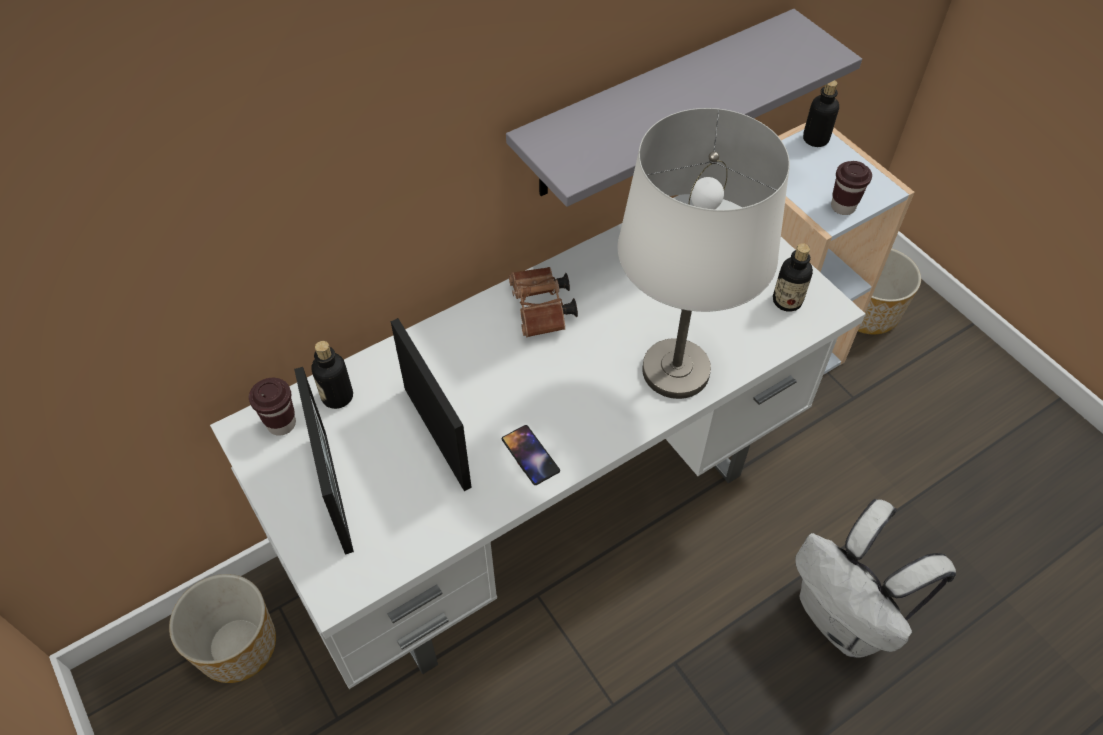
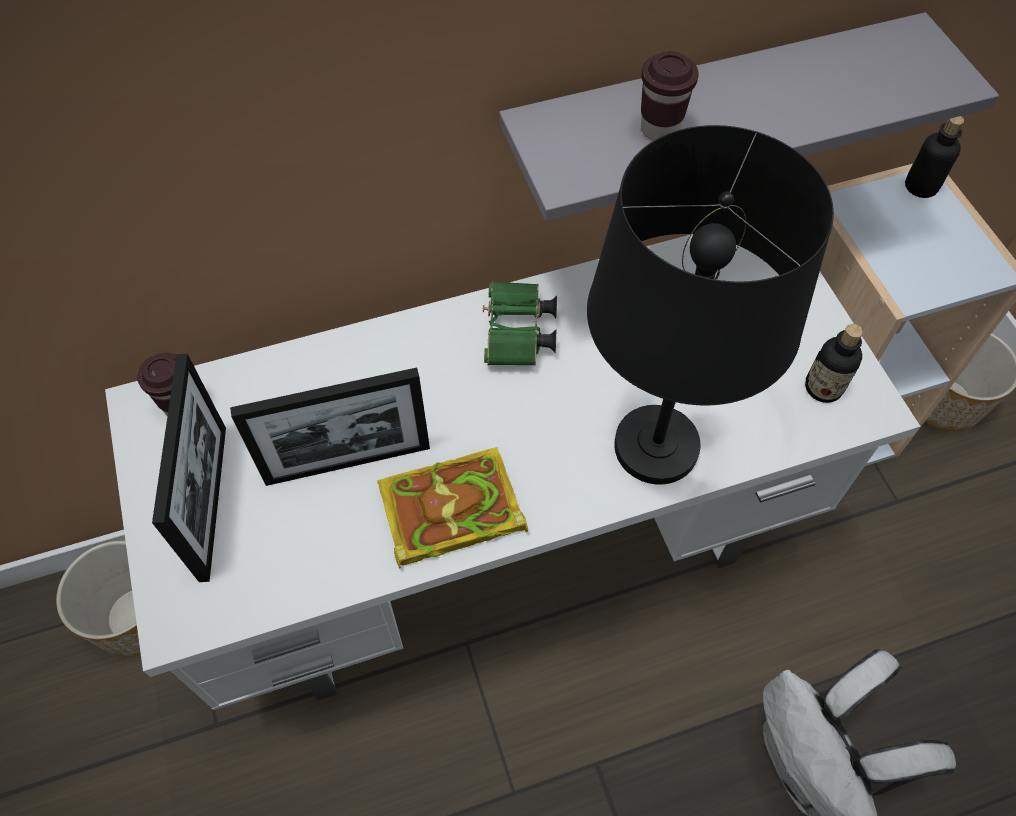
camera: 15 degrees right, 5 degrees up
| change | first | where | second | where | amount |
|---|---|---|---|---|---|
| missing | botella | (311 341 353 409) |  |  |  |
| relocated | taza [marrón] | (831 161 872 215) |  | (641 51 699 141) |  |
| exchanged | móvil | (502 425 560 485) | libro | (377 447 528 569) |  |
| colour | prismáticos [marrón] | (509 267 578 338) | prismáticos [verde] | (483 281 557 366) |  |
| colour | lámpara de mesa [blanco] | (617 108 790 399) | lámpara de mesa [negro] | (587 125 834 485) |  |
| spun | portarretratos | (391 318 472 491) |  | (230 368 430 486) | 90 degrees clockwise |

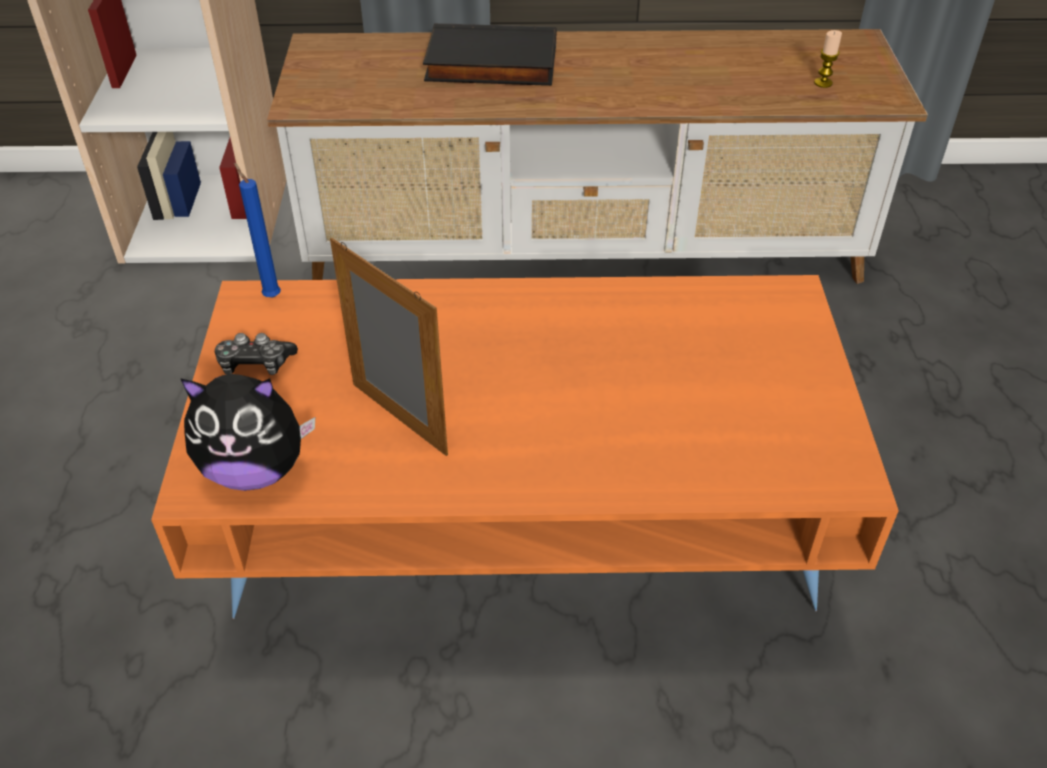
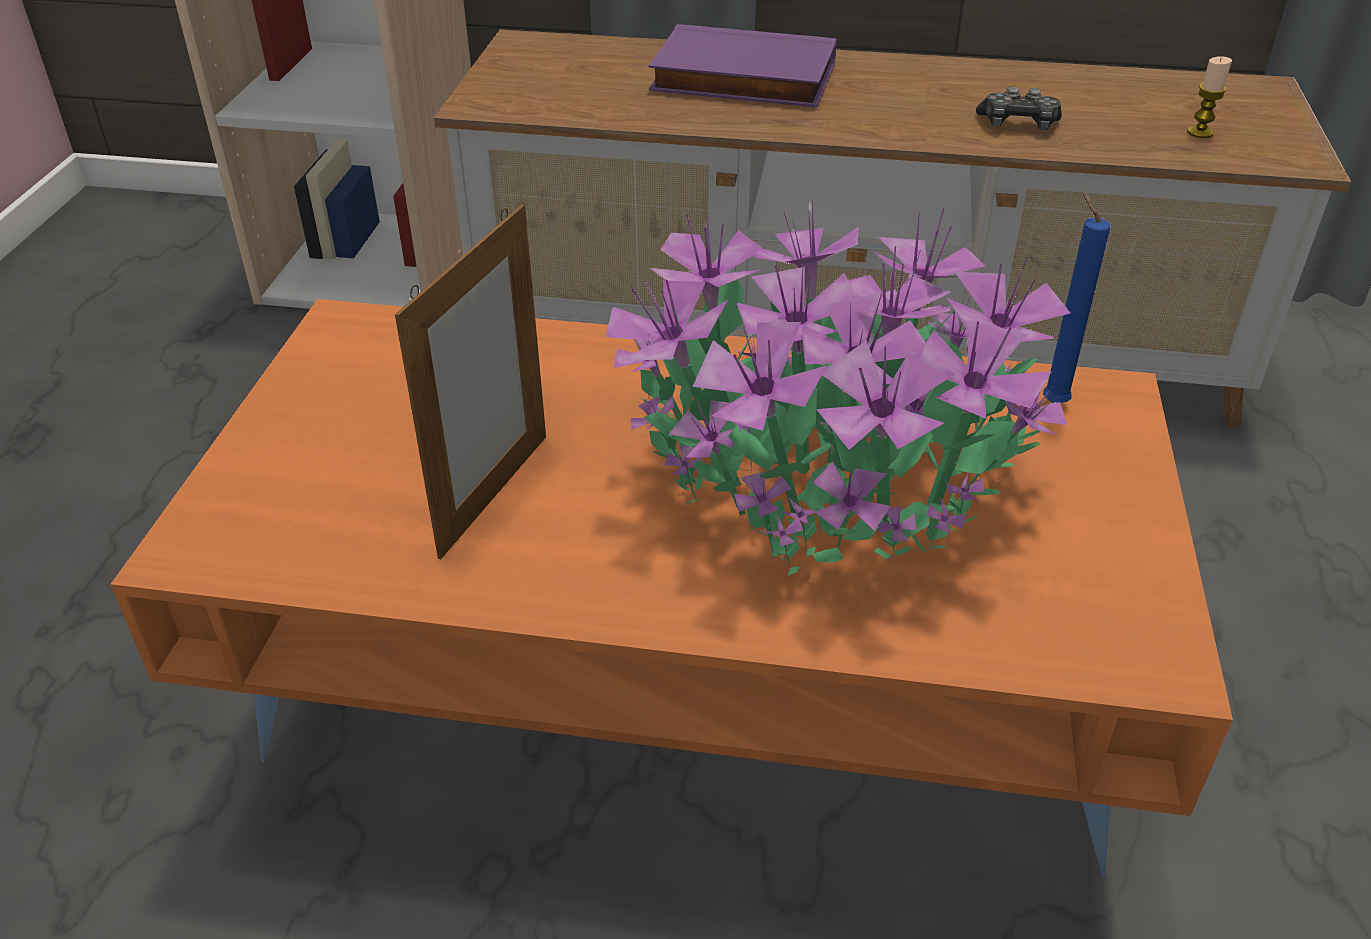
camera: 10 degrees right, 5 degrees down
| change | first | where | second | where | amount |
|---|---|---|---|---|---|
| missing | peluche | (180 374 315 491) |  |  |  |
| appeared |  |  | planta en maceta | (606 201 1070 576) |  |
| relocated | mando de consola | (215 333 298 375) |  | (976 86 1062 130) |  |
| relocated | vela [azul] | (234 162 281 298) |  | (1043 190 1111 403) |  |
| colour | libro [negro] | (423 23 556 86) | libro [morado] | (649 24 837 108) |  |
| spun | portarretratos | (330 238 448 456) |  | (395 204 546 559) | 60 degrees clockwise |

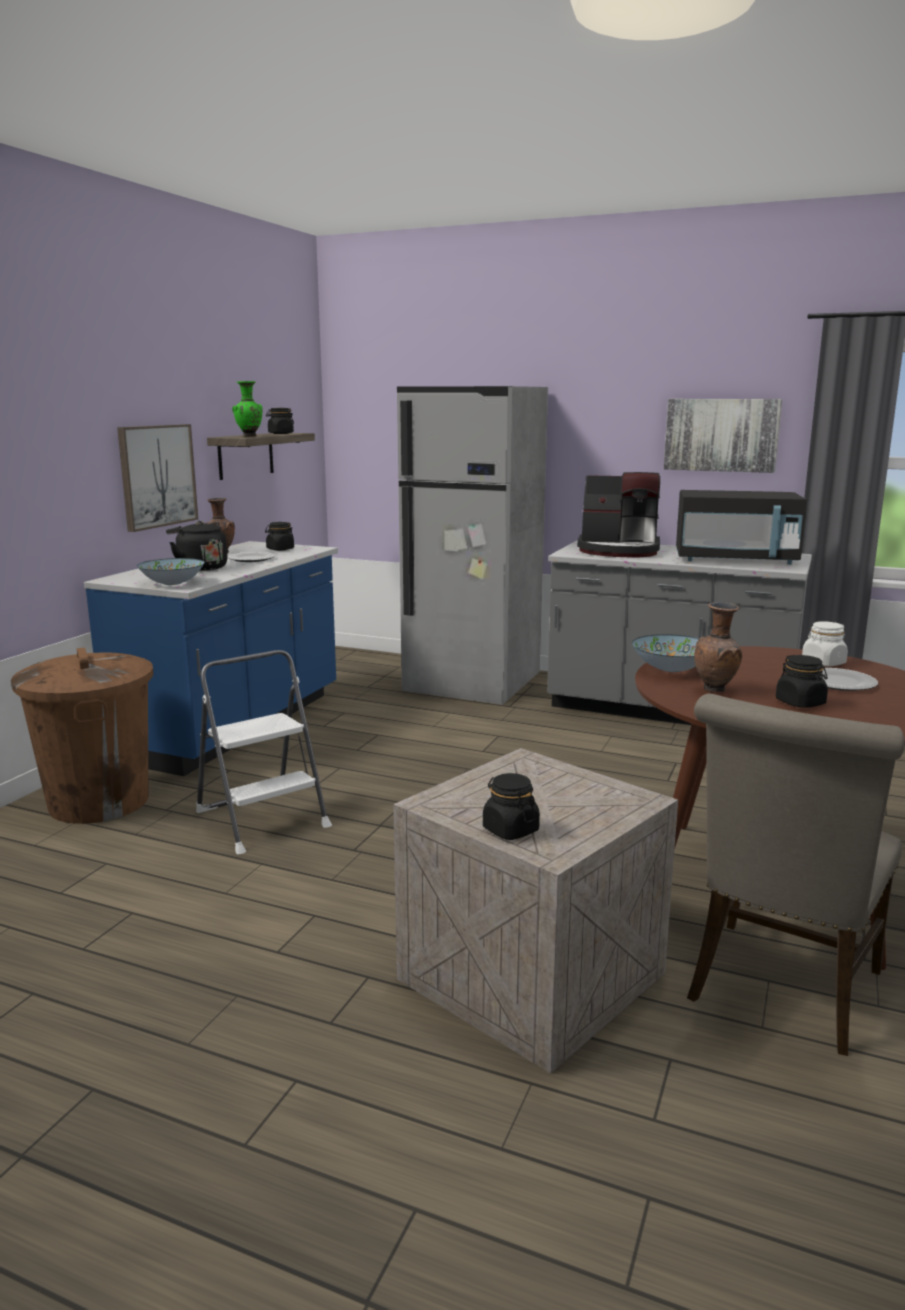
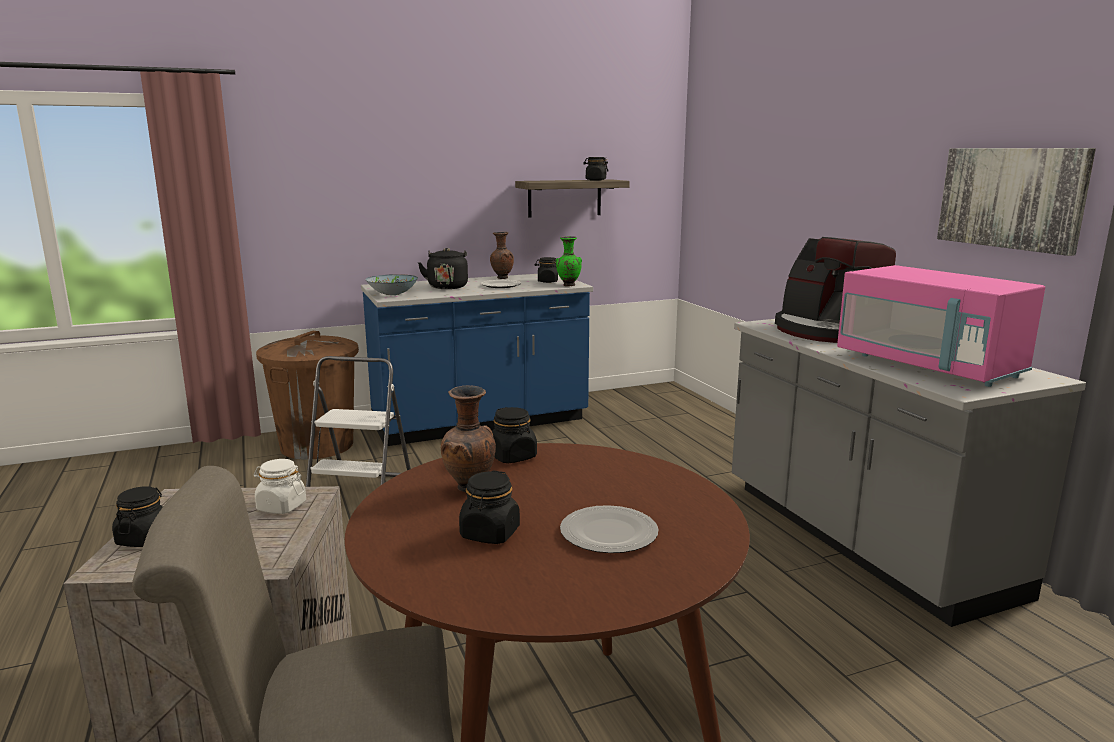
camera: 45 degrees right, 0 degrees up
| change | first | where | second | where | amount |
|---|---|---|---|---|---|
| missing | cuadro | (117 424 198 532) |  |  |  |
| missing | nevera [gris] | (397 386 548 705) |  |  |  |
| relocated | florero [verde] | (232 381 263 437) |  | (556 236 582 286) |  |
| relocated | tarro [blanco] | (802 621 848 666) |  | (254 459 306 514) |  |
| exchanged | cuenco | (632 634 700 672) | tarro [negro] | (492 407 537 463) |  |
| colour | microondas [negro] | (676 490 807 564) | microondas [rosa] | (837 265 1045 387) |  |

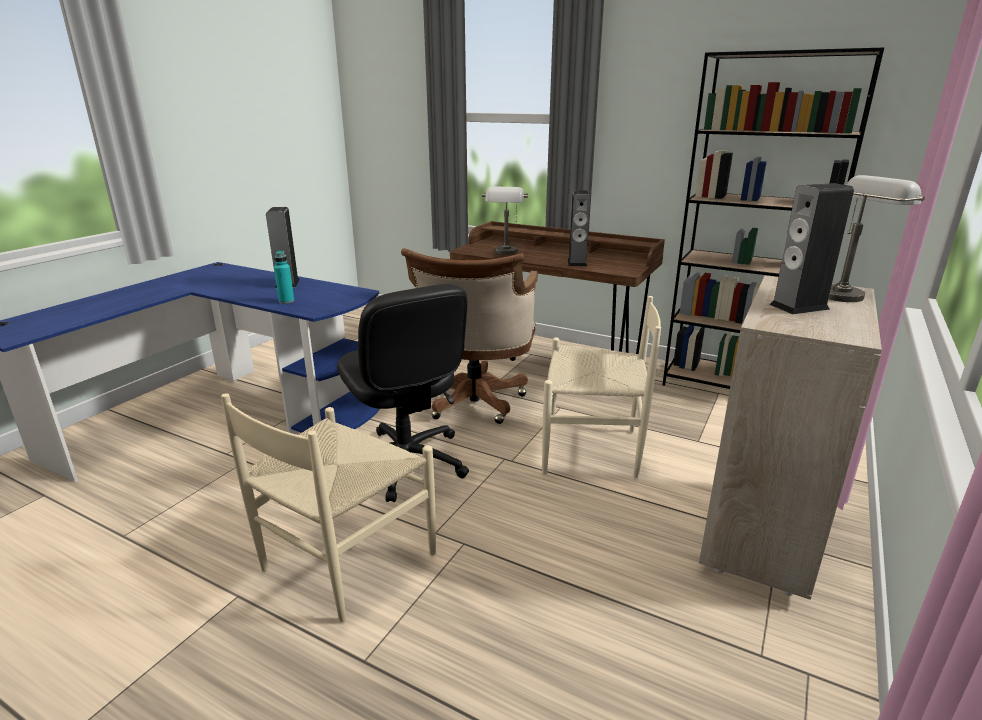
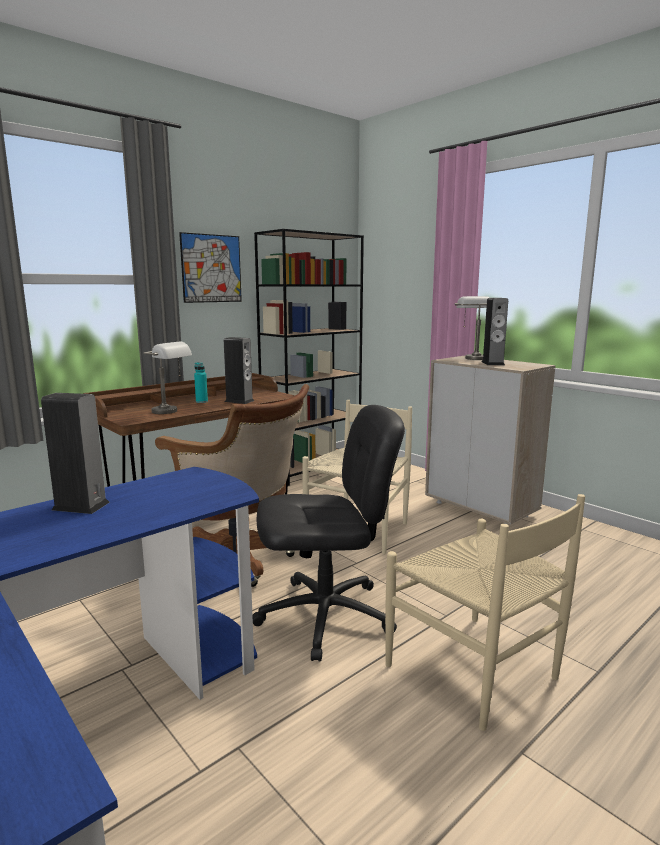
camera: 70 degrees left, 10 degrees down
| change | first | where | second | where | amount |
|---|---|---|---|---|---|
| appeared |  |  | cuadro | (179 232 242 303) |  |
| relocated | botella [turquesa] | (274 251 294 304) |  | (194 362 208 403) |  |

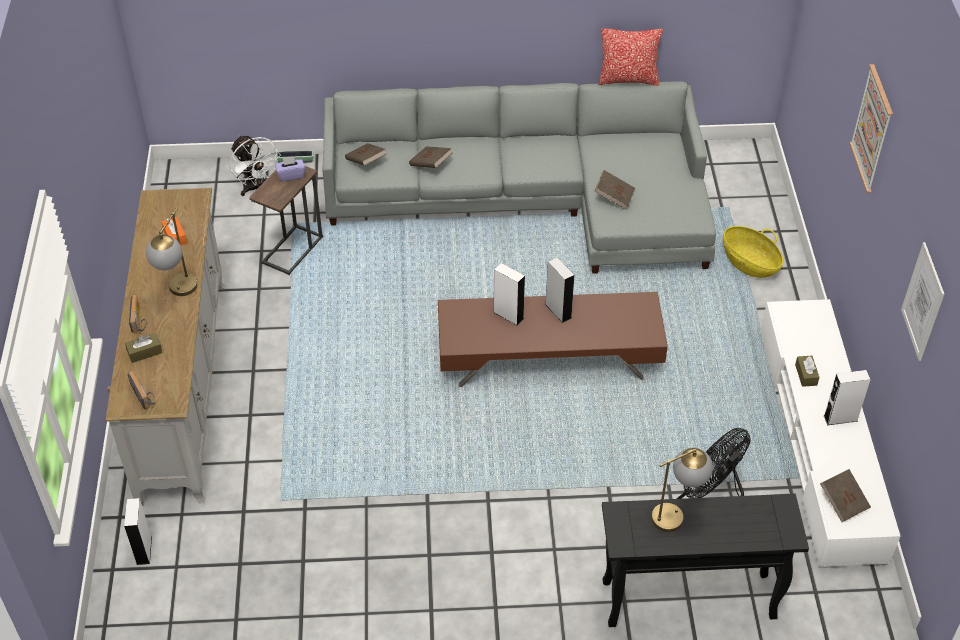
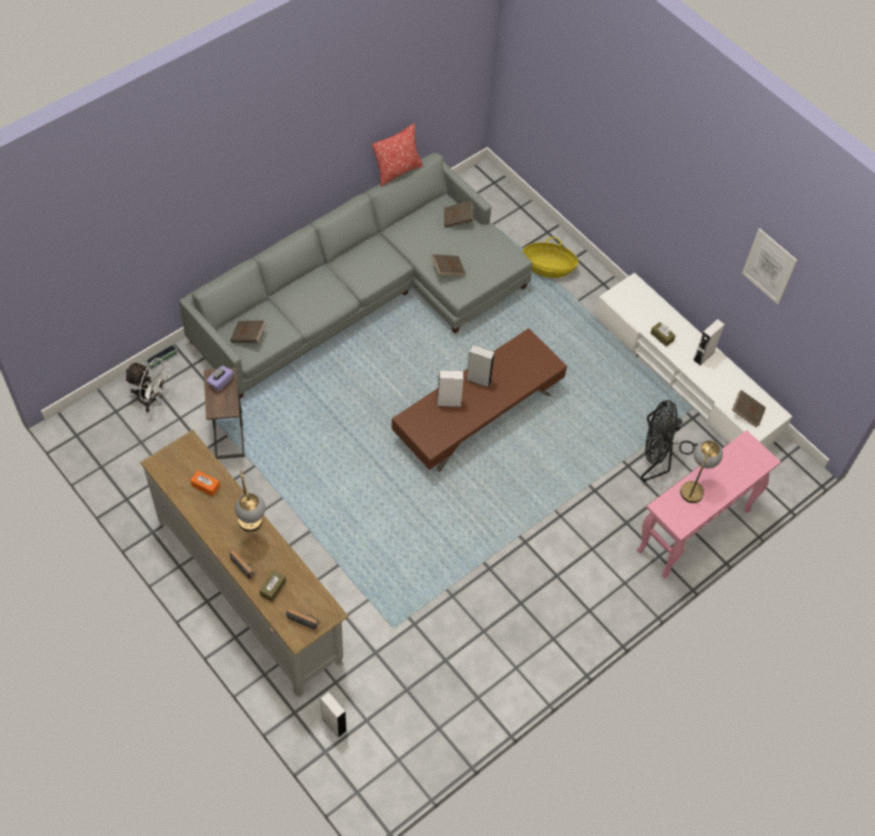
camera: 40 degrees left, 10 degrees up
| change | first | where | second | where | amount |
|---|---|---|---|---|---|
| missing | cuadro | (849 64 893 193) |  |  |  |
| relocated | libro [marrón] | (409 146 452 168) |  | (444 201 473 228) |  |
| colour | mesa consola [negro] | (602 493 809 627) | mesa consola [rosa] | (637 430 781 579) |  |

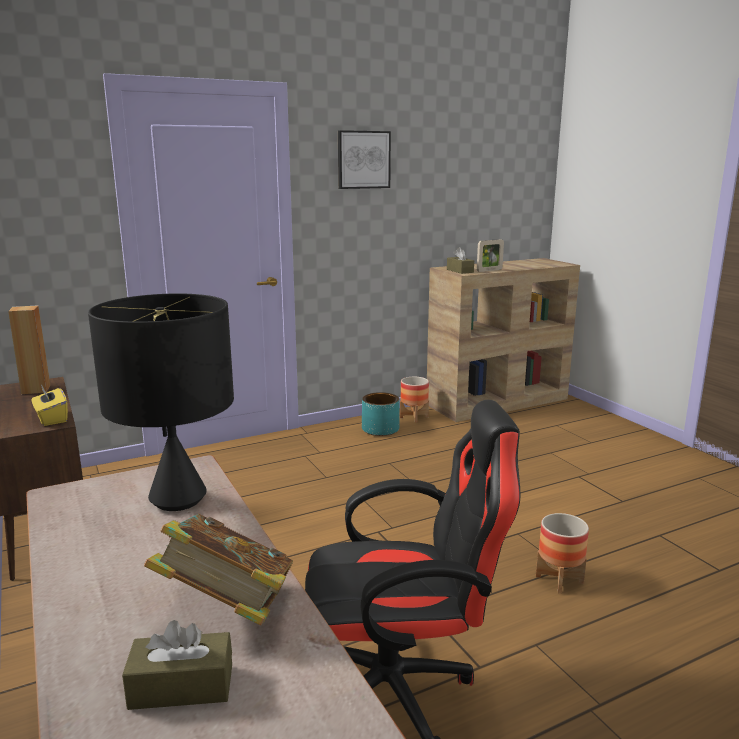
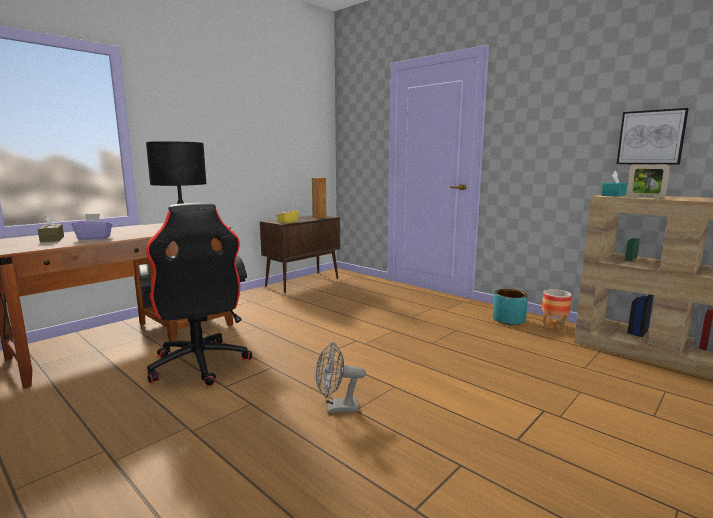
camera: 70 degrees right, 5 degrees down
| change | first | where | second | where | amount |
|---|---|---|---|---|---|
| relocated | cuadro | (338 130 391 189) |  | (617 108 689 165) |  |
| exchanged | libro | (144 514 293 625) | caja de pañuelos [morado] | (72 213 112 240) |  |
| exchanged | maceta | (536 513 589 594) | ventilador [gris] | (316 342 366 413) |  |
| colour | caja de pañuelos [marrón] | (447 247 474 274) | caja de pañuelos [turquesa] | (601 171 628 197) |  |

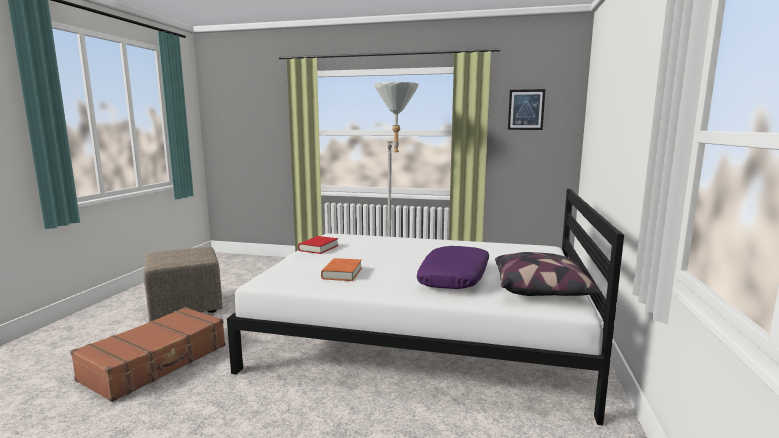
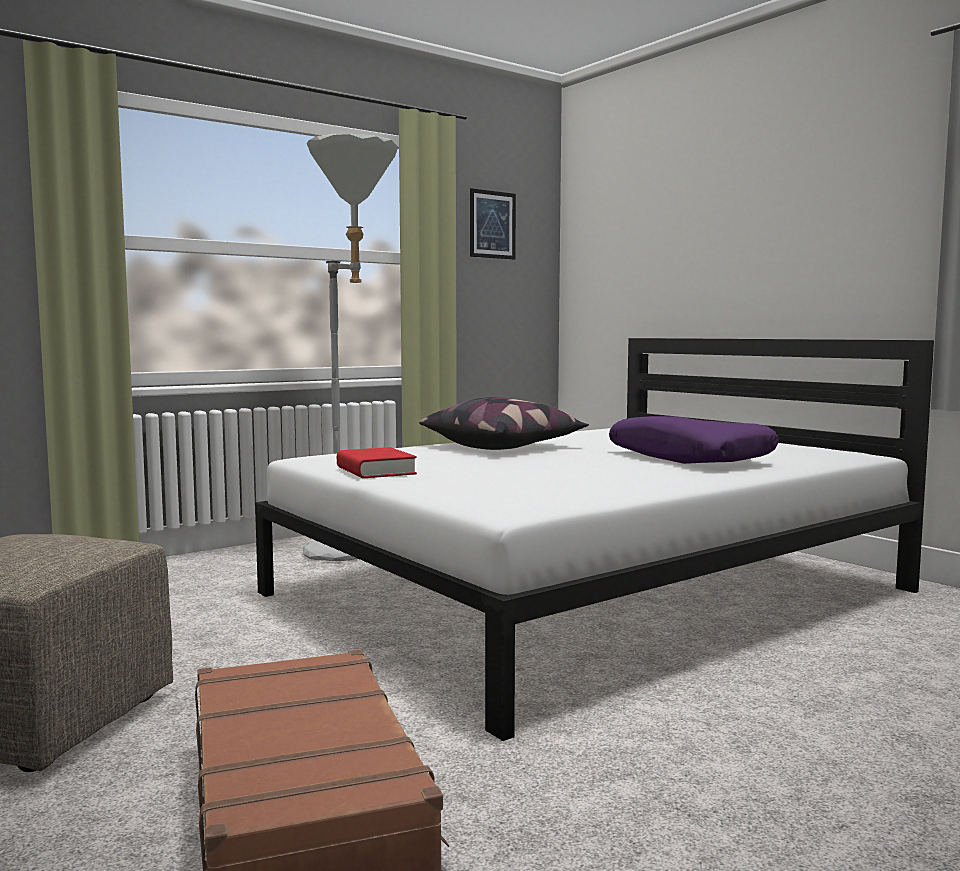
camera: 50 degrees left, 5 degrees down
| change | first | where | second | where | amount |
|---|---|---|---|---|---|
| missing | libro [naranja] | (321 258 362 281) |  |  |  |
| relocated | cojín | (495 252 602 296) |  | (419 397 589 450) |  |

